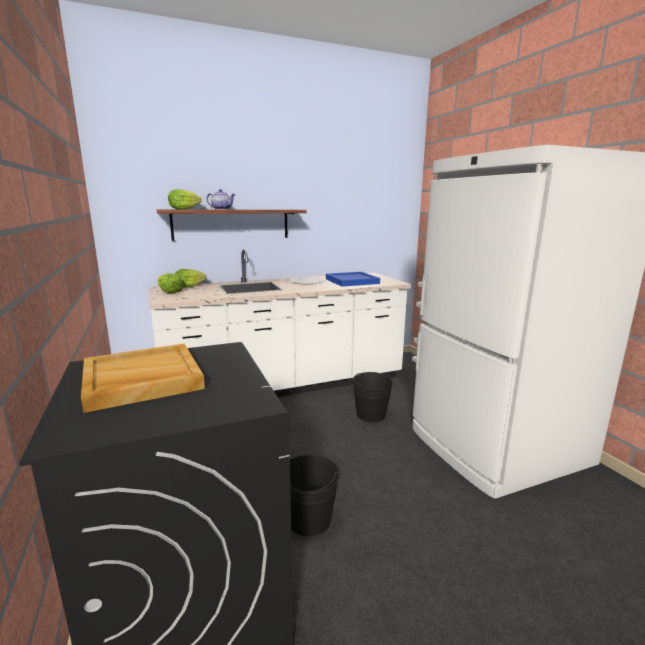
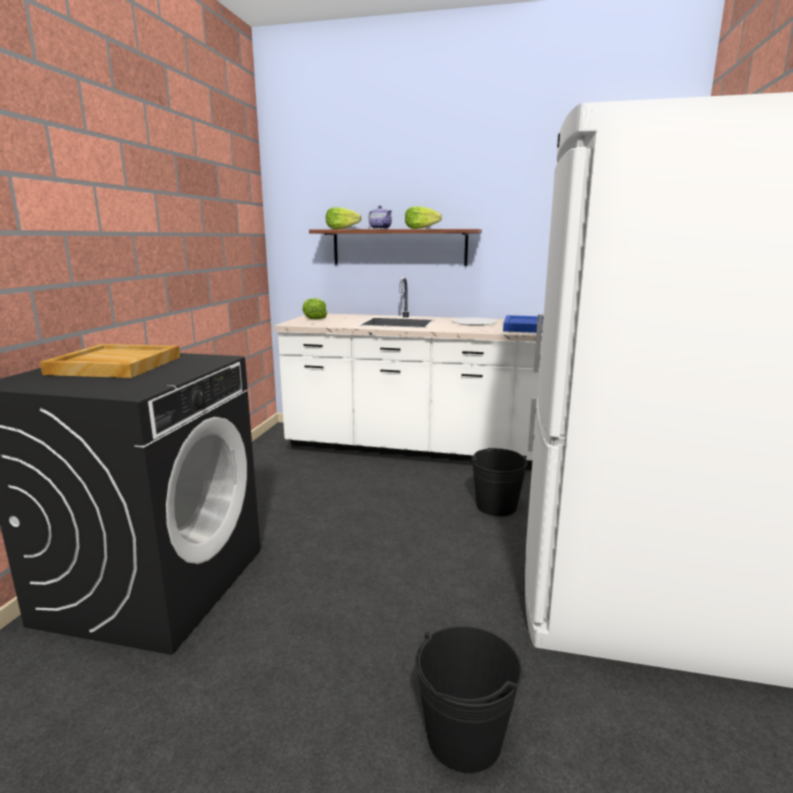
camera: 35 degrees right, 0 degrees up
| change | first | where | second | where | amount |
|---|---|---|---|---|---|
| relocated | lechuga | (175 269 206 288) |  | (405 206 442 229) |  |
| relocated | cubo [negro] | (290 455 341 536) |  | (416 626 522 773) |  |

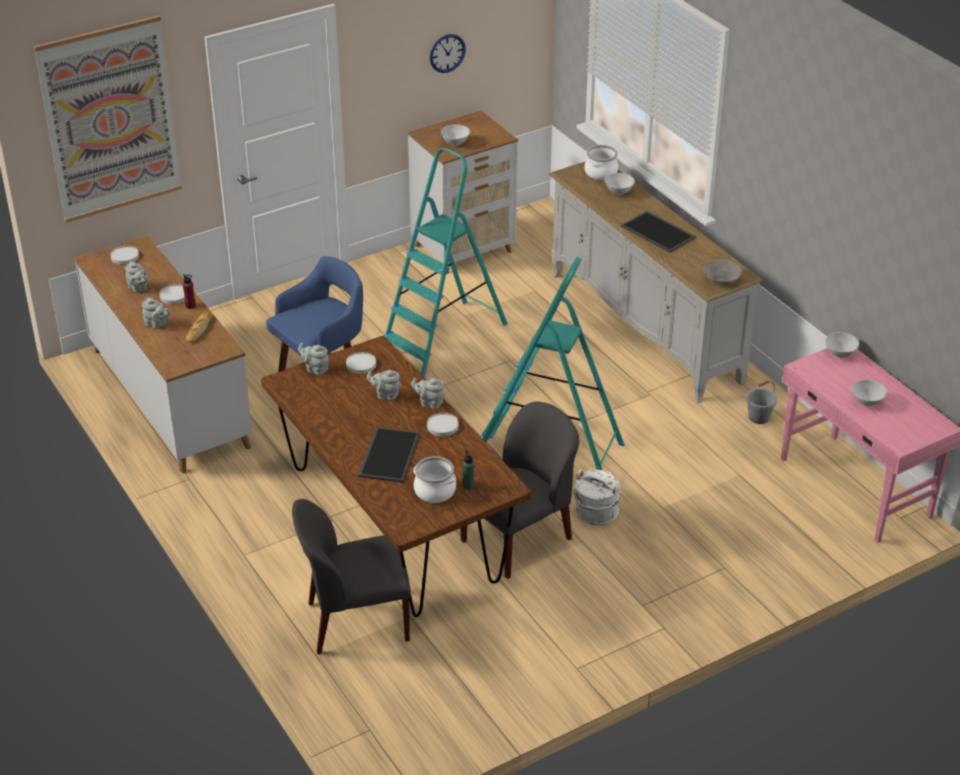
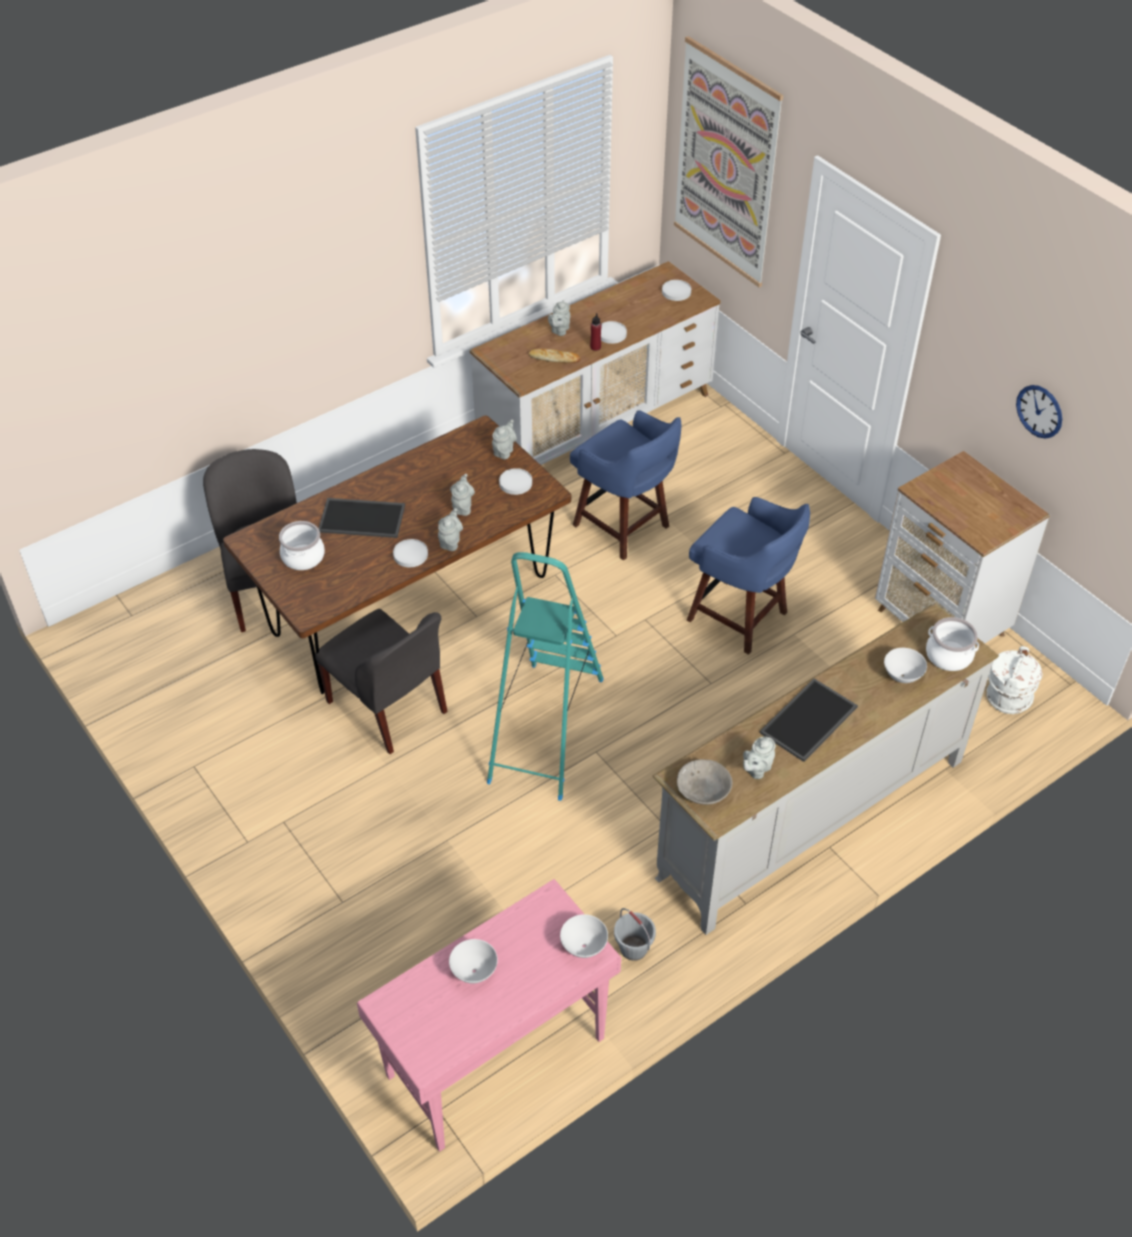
camera: 85 degrees right, 10 degrees up
| change | first | where | second | where | amount |
|---|---|---|---|---|---|
| missing | cuenco [blanco] | (441 125 470 146) |  |  |  |
| missing | botella [verde] | (463 450 474 490) |  |  |  |
| relocated | tetera [gris] | (125 261 149 293) |  | (743 736 776 779) |  |
| relocated | cubo [blanco] | (574 470 620 526) |  | (987 646 1043 714) |  |
| exchanged | escalera de tijera [turquesa] | (383 148 508 378) | taburete [azul] | (687 497 810 655) |  |

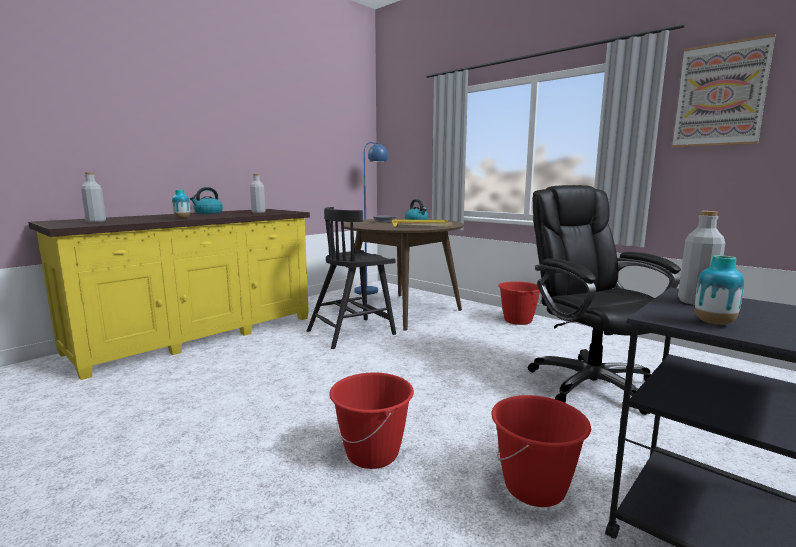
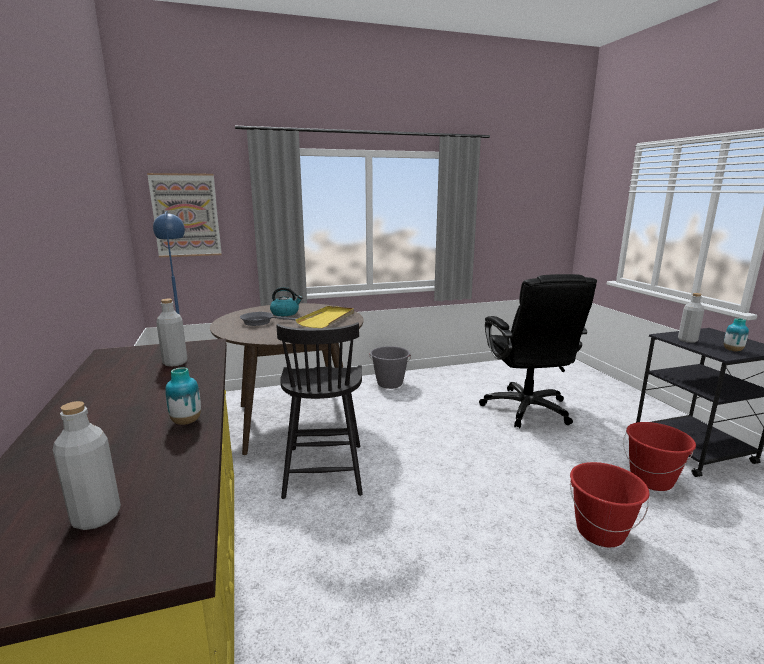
camera: 60 degrees left, 5 degrees up
| change | first | where | second | where | amount |
|---|---|---|---|---|---|
| missing | hervidor | (190 187 223 214) |  |  |  |
| relocated | cuadro | (672 34 776 147) |  | (147 173 222 257) |  |
| colour | cubo [rojo] | (498 281 541 325) | cubo [gris] | (369 346 411 389) |  |
| spun | silla de oficina [negro] | (528 185 681 415) |  | (479 274 597 428) | 105 degrees counterclockwise |

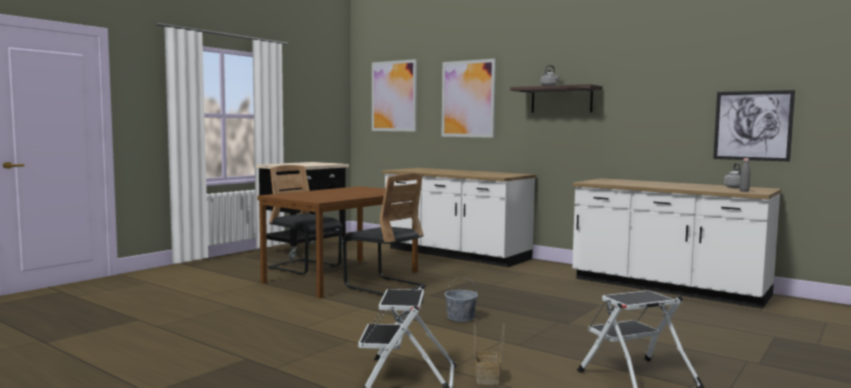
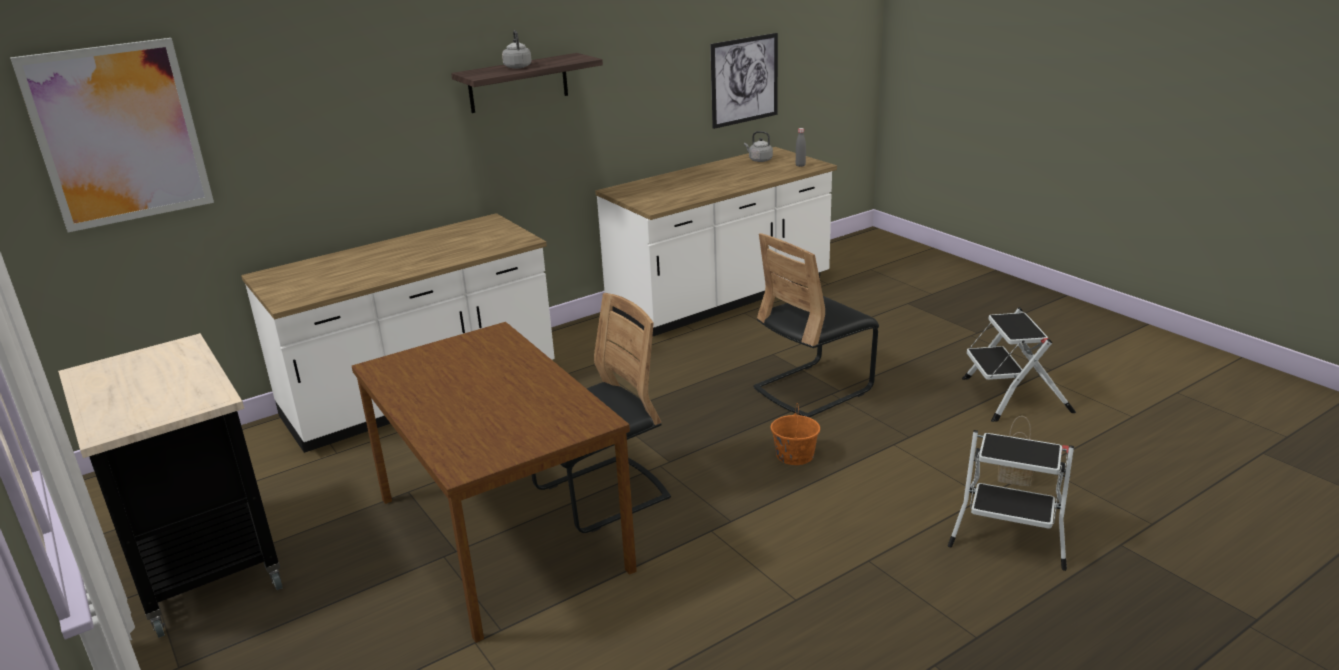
camera: 70 degrees left, 20 degrees up
| change | first | where | second | where | amount |
|---|---|---|---|---|---|
| missing | cuadro | (442 59 496 138) |  |  |  |
| relocated | silla [negro] | (268 165 342 275) |  | (753 233 879 417) |  |
| colour | cubo [gris] | (445 276 478 322) | cubo [naranja] | (771 404 820 465) |  |

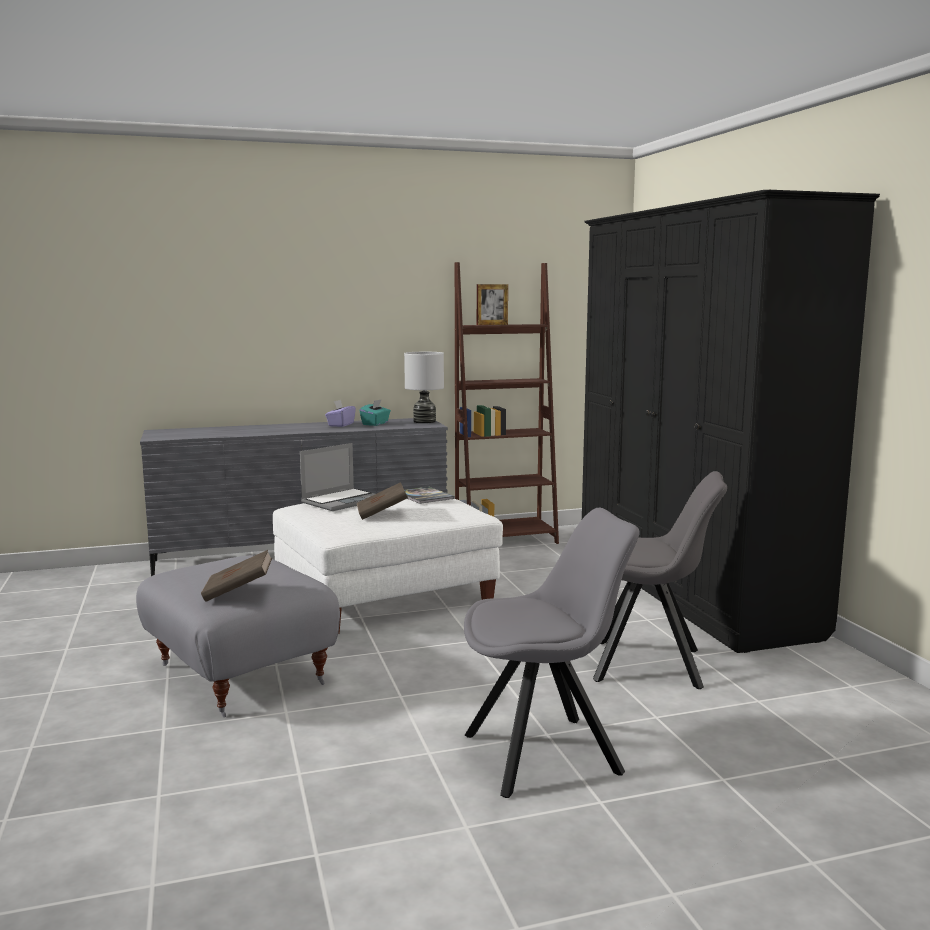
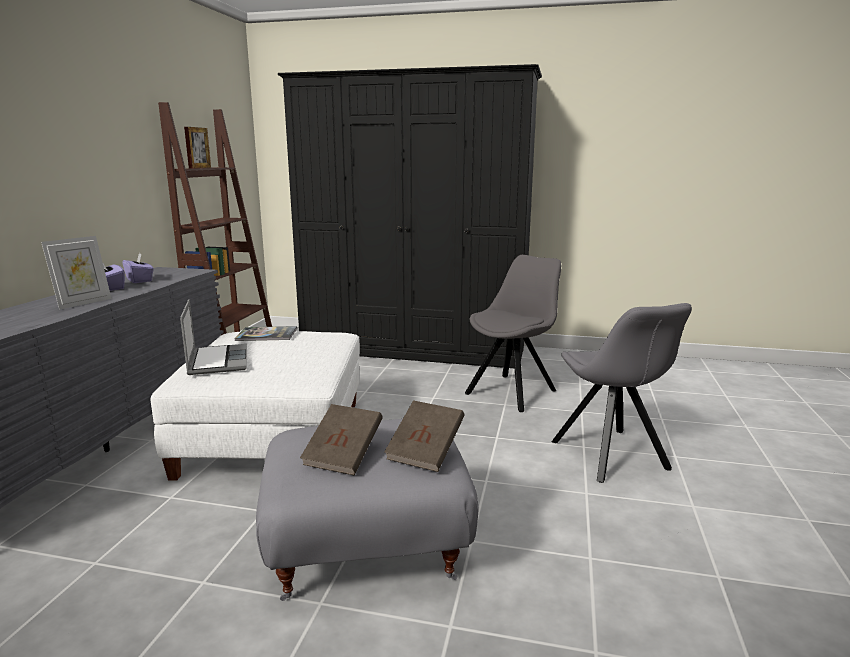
camera: 60 degrees left, 5 degrees up
| change | first | where | second | where | amount |
|---|---|---|---|---|---|
| missing | lámpara de mesa [gris] | (404 352 444 423) |  |  |  |
| appeared |  |  | portarretratos | (41 236 112 310) |  |
| relocated | libro [marrón] | (357 482 408 520) |  | (300 404 383 475) |  |
| colour | caja de pañuelos [turquesa] | (359 399 391 426) | caja de pañuelos [morado] | (122 253 154 283) |  |
| spun | silla [gris] | (464 508 640 798) |  | (552 303 692 483) | 150 degrees clockwise |

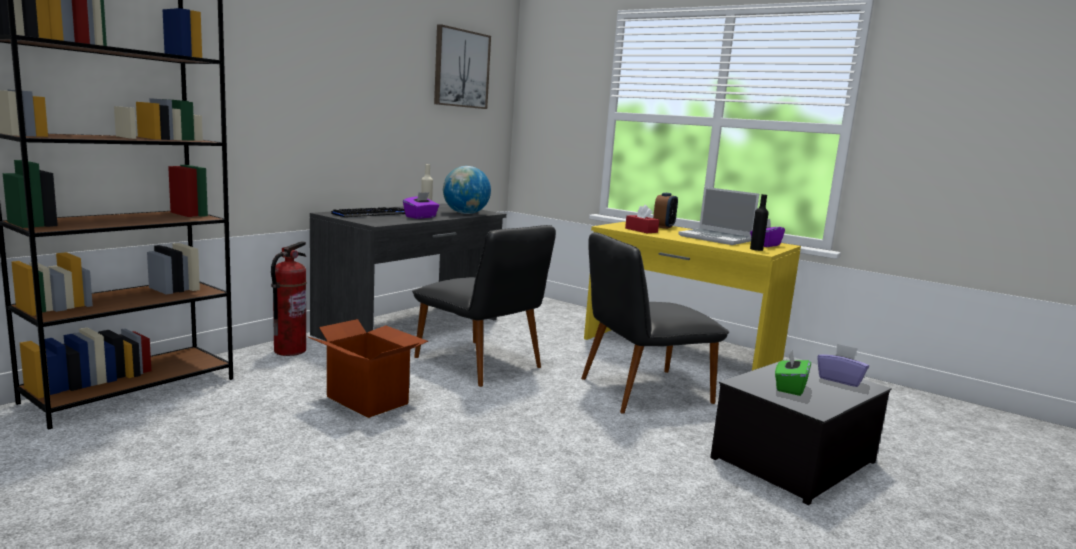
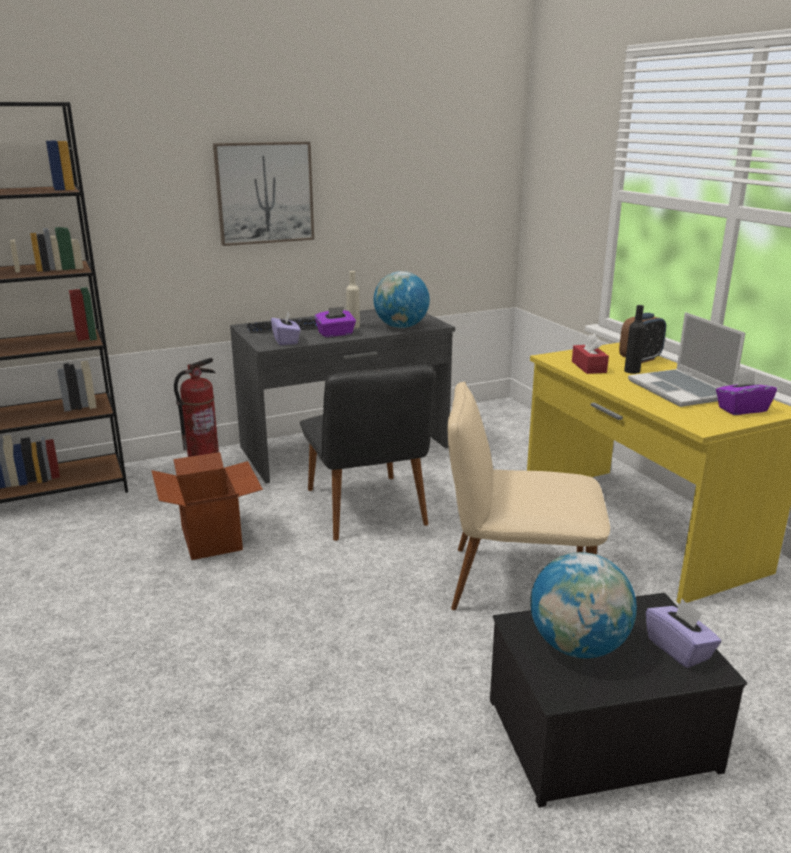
camera: 30 degrees right, 10 degrees up
| change | first | where | second | where | amount |
|---|---|---|---|---|---|
| appeared |  |  | caja de pañuelos [morado] | (271 312 300 345) |  |
| relocated | cuadro | (434 24 491 109) |  | (213 142 314 246) |  |
| relocated | botella [negro] | (750 194 769 251) |  | (624 305 646 374) |  |
| exchanged | caja de pañuelos [verde] | (775 350 811 396) | globo terráqueo | (530 552 637 658) |  |
| colour | silla [negro] | (581 232 729 414) | silla [beis] | (447 382 610 610) |  |

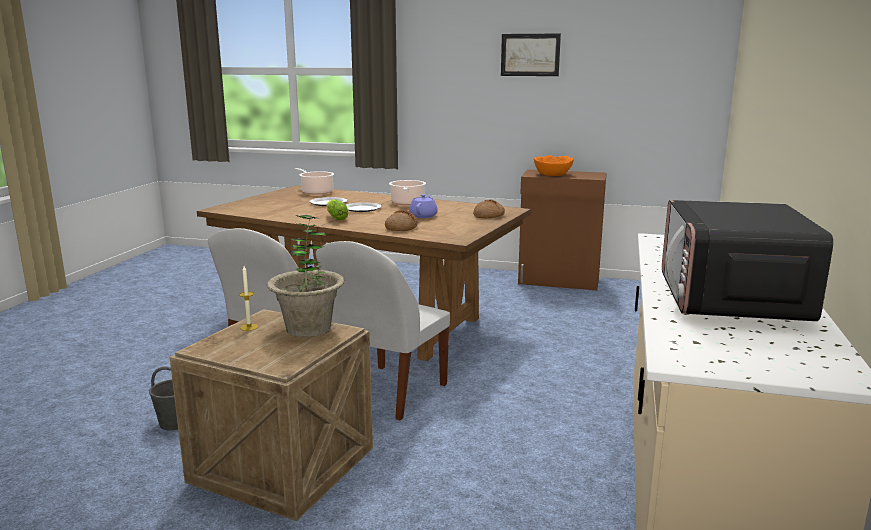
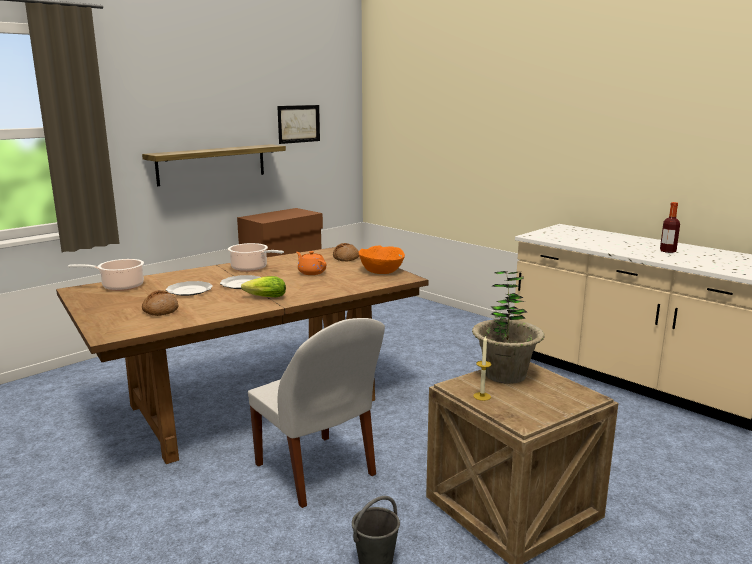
camera: 60 degrees left, 0 degrees up
| change | first | where | second | where | amount |
|---|---|---|---|---|---|
| missing | silla [blanco] | (316 241 450 420) |  |  |  |
| appeared |  |  | estante | (142 144 286 186) |  |
| relocated | pan | (385 210 418 231) |  | (142 290 179 316) |  |
| relocated | cuadro | (501 33 561 76) |  | (277 105 320 144) |  |
| relocated | cuenco [naranja] | (534 155 574 176) |  | (358 246 405 274) |  |
| exchanged | microondas | (662 200 833 321) | botella | (660 202 680 253) |  |
| colour | tetera [morado] | (409 194 438 218) | tetera [naranja] | (296 251 327 275) |  |

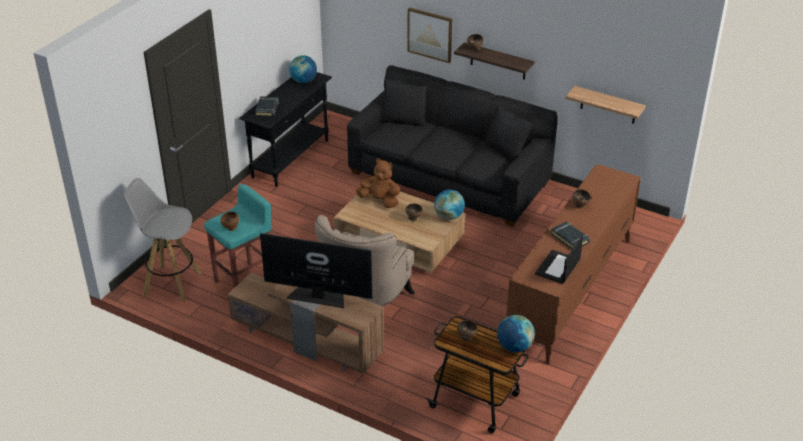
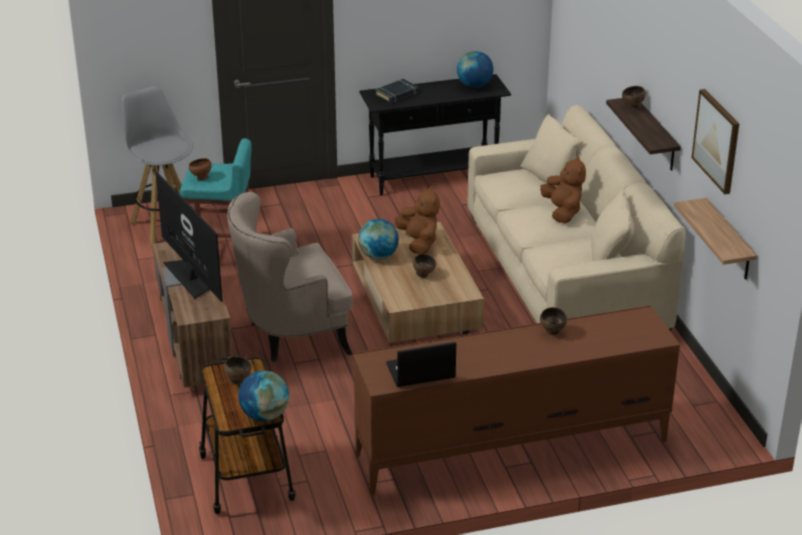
camera: 45 degrees right, 5 degrees down
| change | first | where | second | where | amount |
|---|---|---|---|---|---|
| missing | libro [negro] | (551 221 590 249) |  |  |  |
| appeared |  |  | peluche [marrón] | (540 156 586 223) |  |
| relocated | cuadro | (407 7 452 63) |  | (691 89 739 194) |  |
| relocated | globo terráqueo | (434 189 465 220) |  | (358 219 399 260) |  |
| colour | sofá [negro] | (347 65 558 227) | sofá [beis] | (467 105 686 331) |  |

